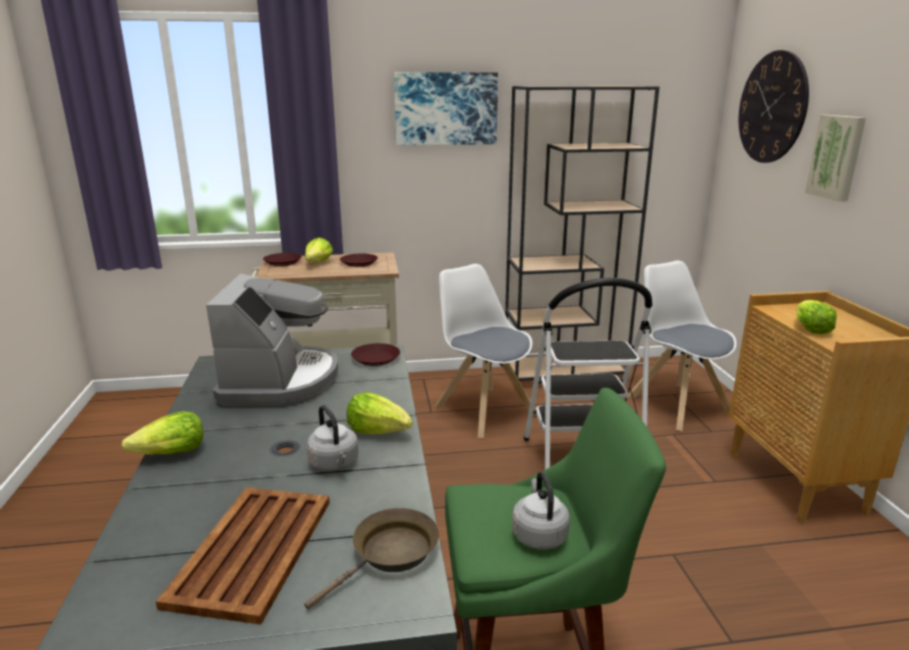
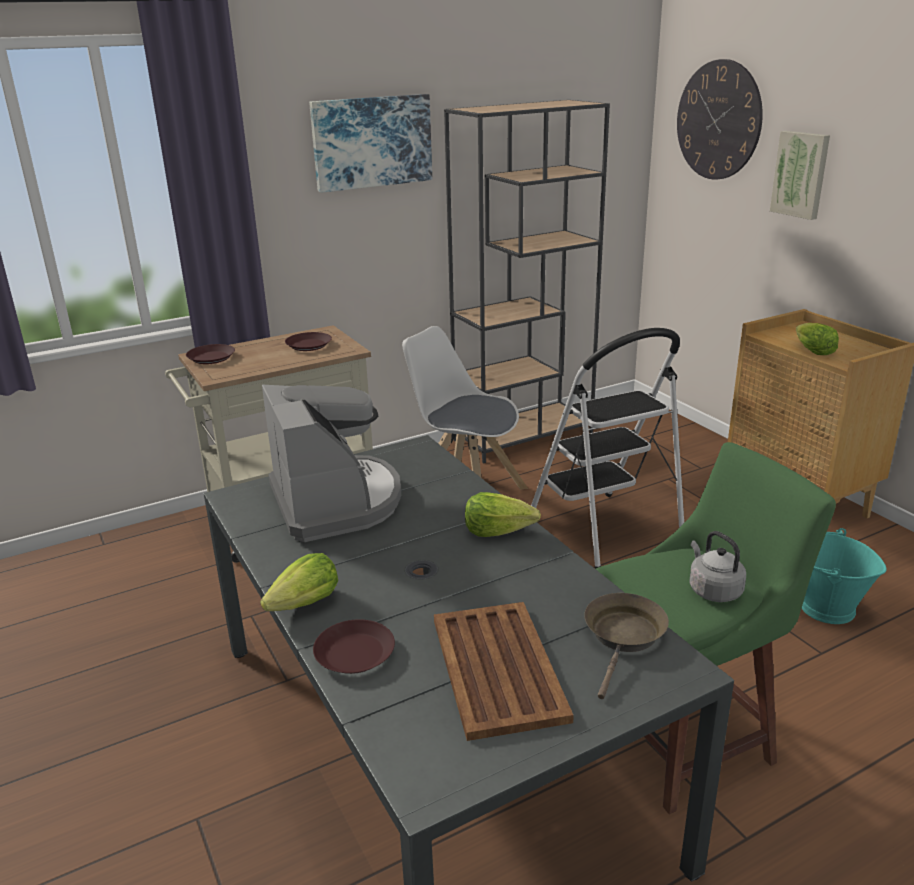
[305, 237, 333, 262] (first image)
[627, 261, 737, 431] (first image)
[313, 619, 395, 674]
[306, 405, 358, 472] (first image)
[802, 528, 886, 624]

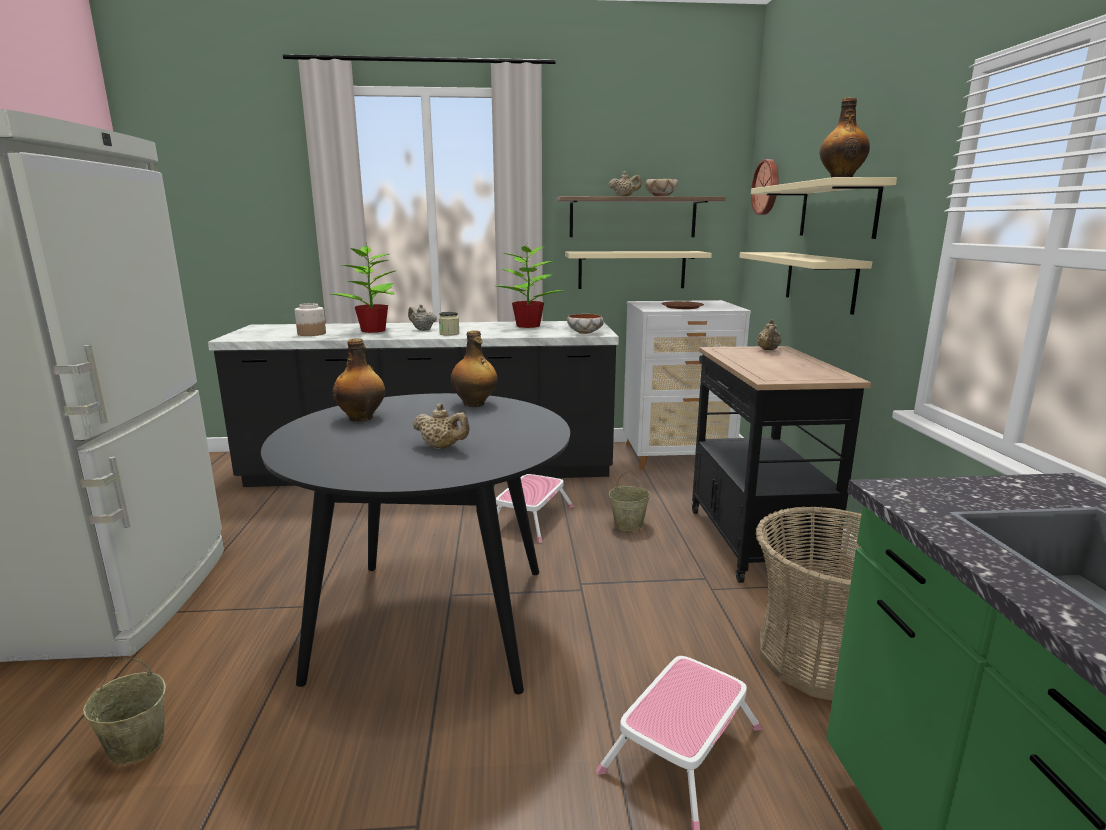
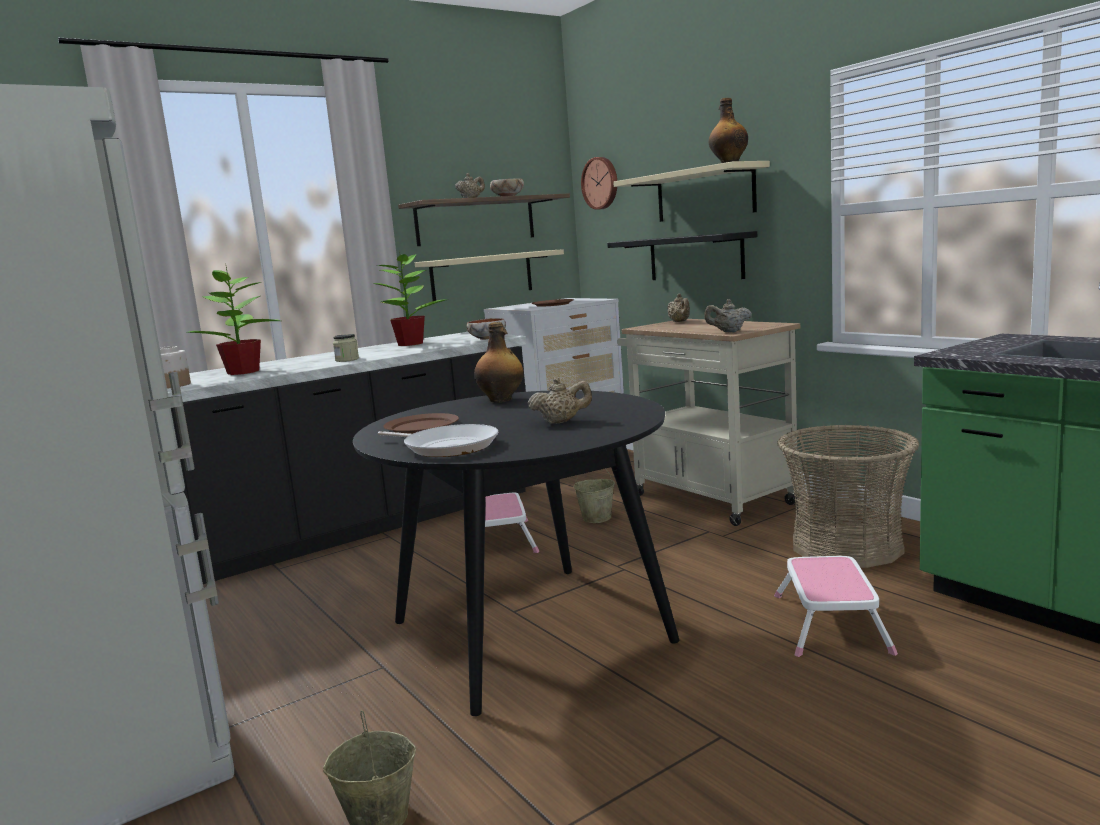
[607, 231, 757, 280]
[704, 299, 752, 333]
[383, 413, 459, 434]
[617, 319, 800, 526]
[378, 424, 498, 457]

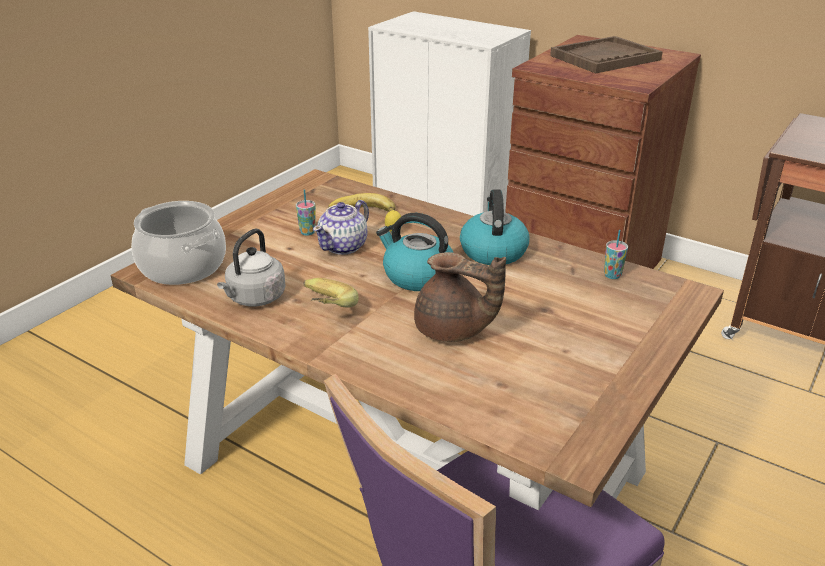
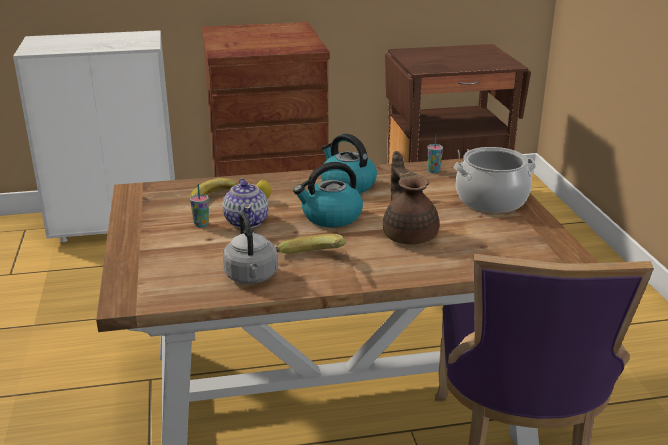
[550, 36, 663, 73] (first image)
[454, 147, 536, 213]
[383, 151, 439, 245]

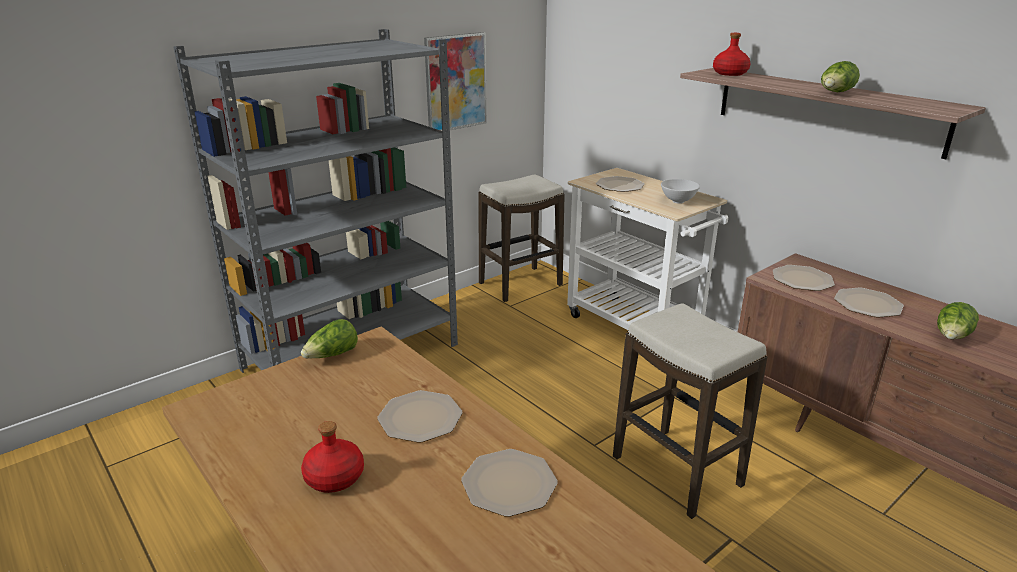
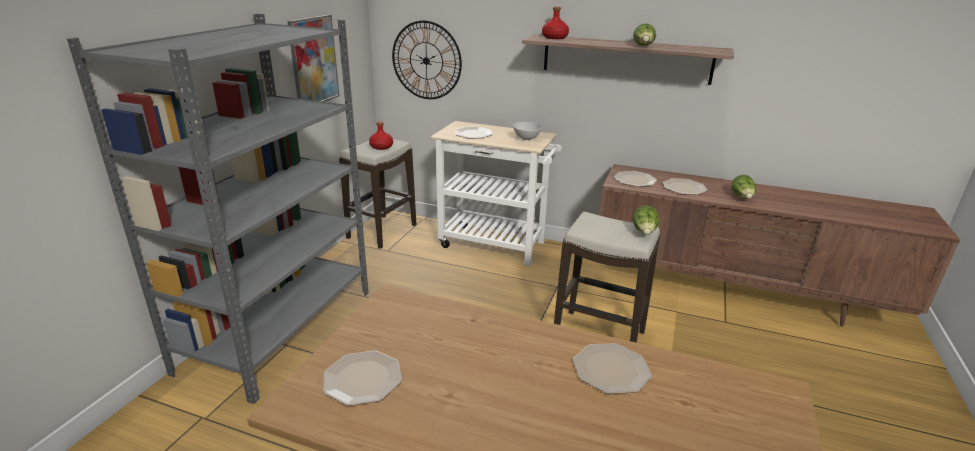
[633, 205, 659, 235]
[323, 351, 402, 406]
[369, 122, 393, 150]
[392, 21, 462, 99]

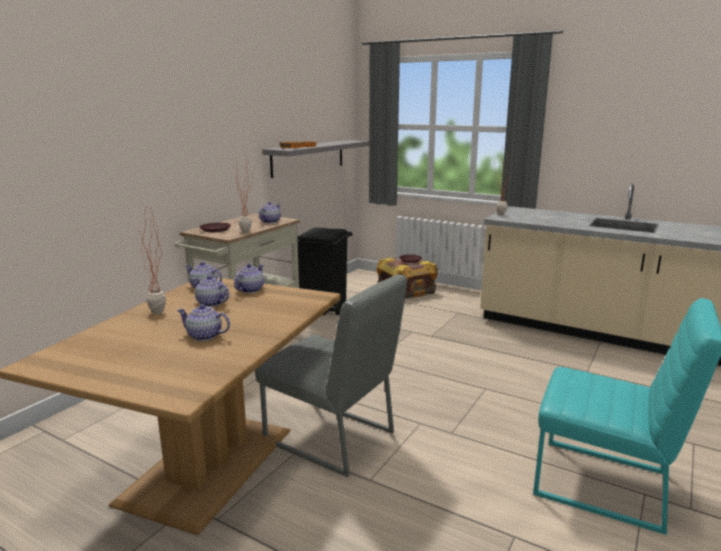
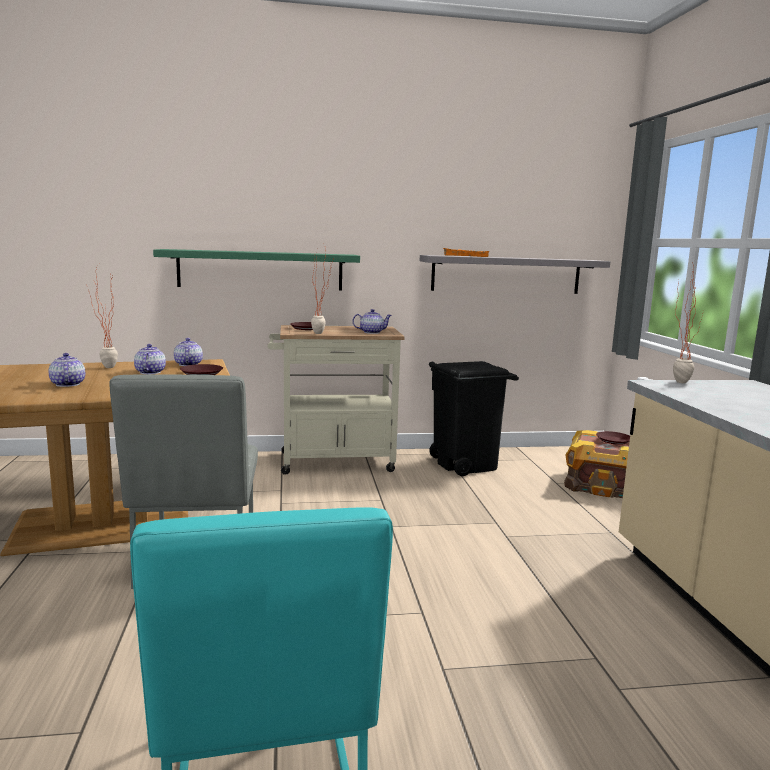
[180, 364, 223, 375]
[153, 249, 360, 290]

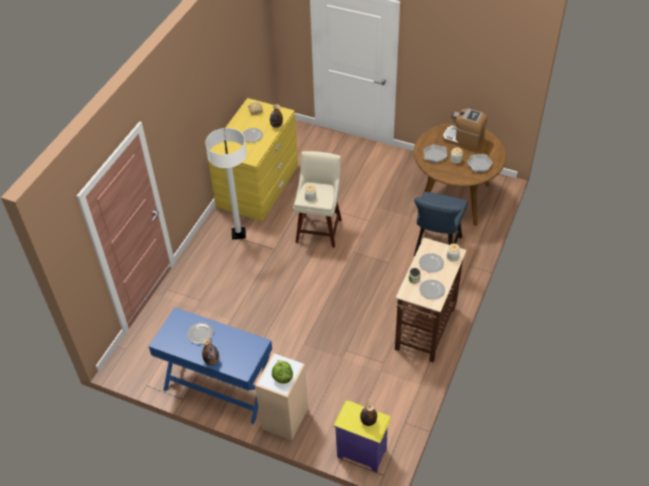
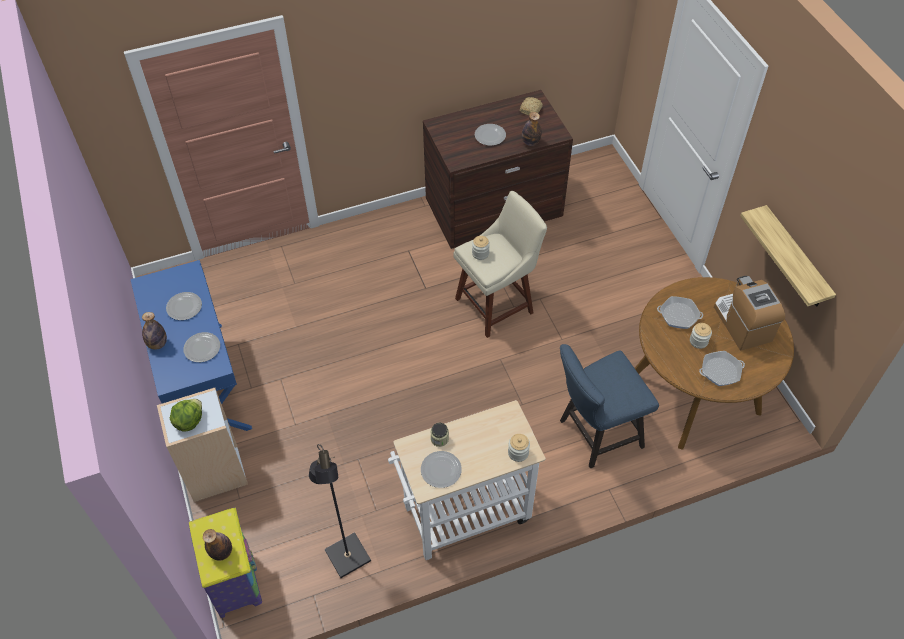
[423, 90, 573, 249]
[205, 128, 247, 239] (first image)
[388, 400, 545, 560]
[183, 332, 220, 362]
[740, 205, 836, 307]
[309, 444, 371, 578]

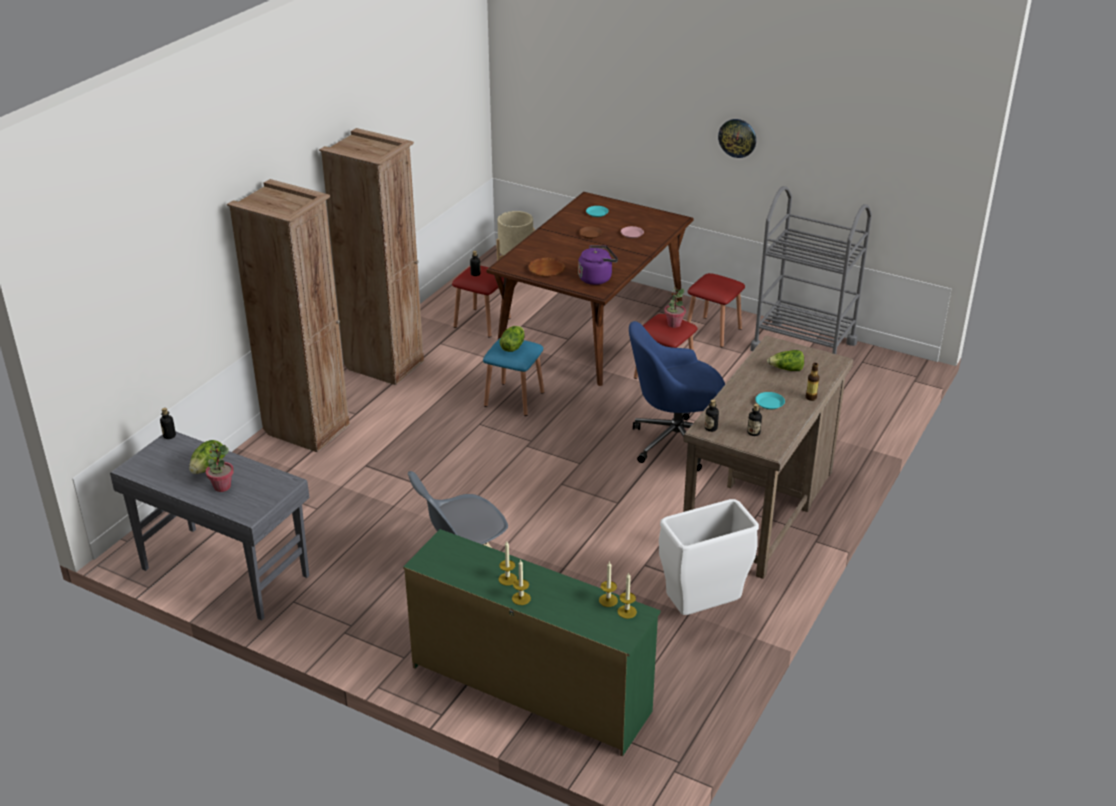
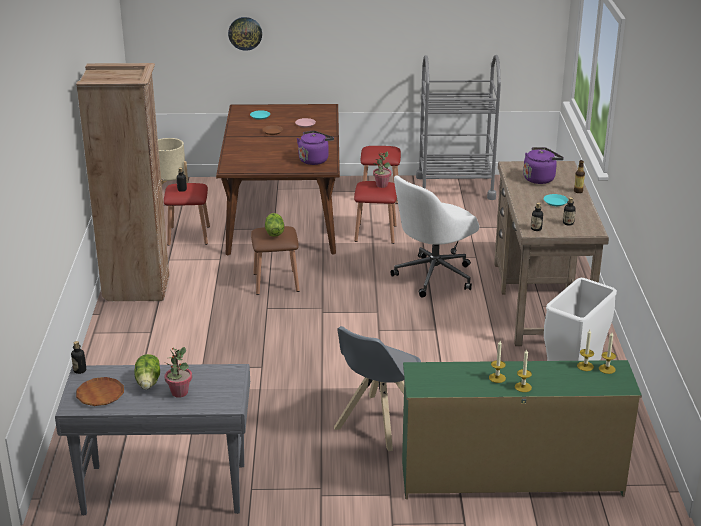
[228, 17, 262, 51]
[227, 179, 350, 452] (first image)
[76, 377, 124, 406]
[391, 175, 479, 298]
[251, 226, 300, 295]
[523, 147, 564, 184]

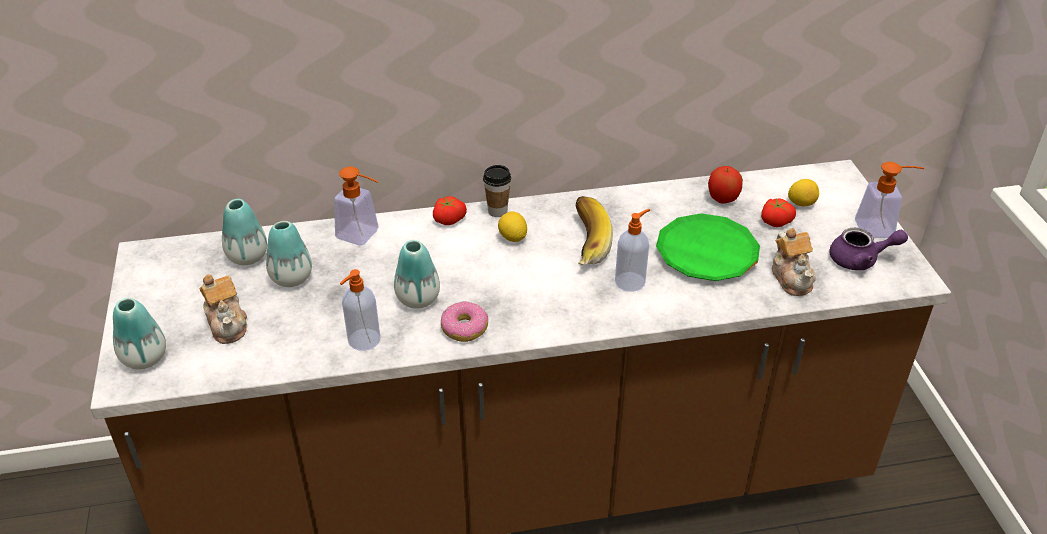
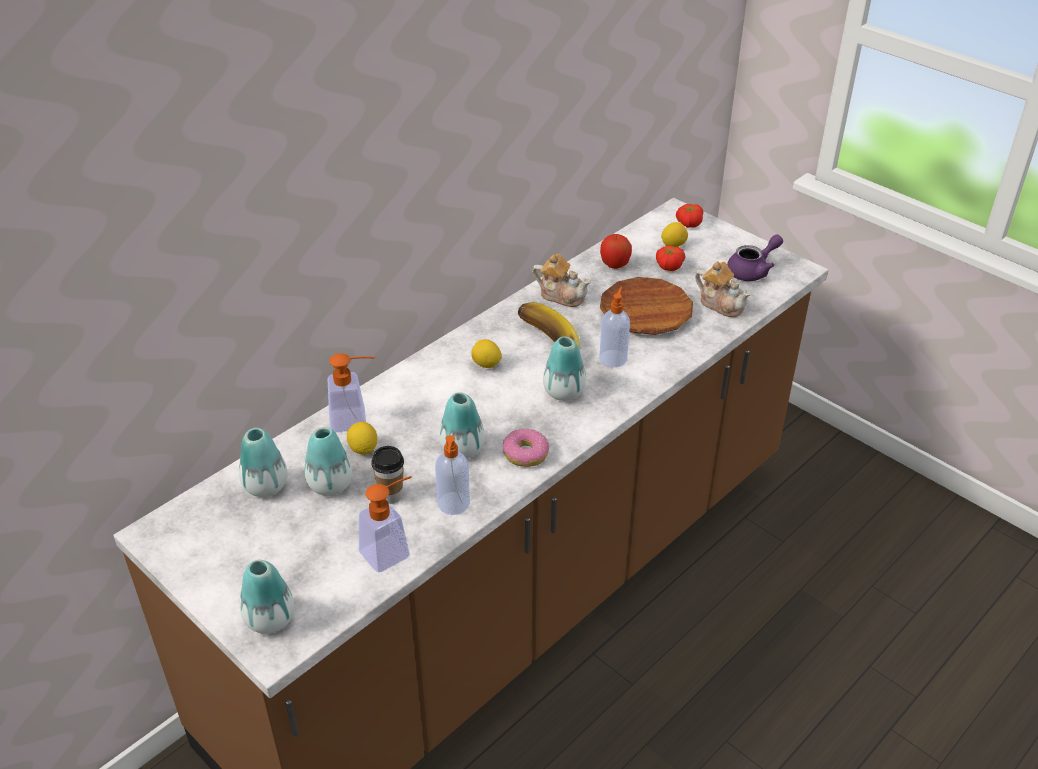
[359, 476, 412, 573]
[371, 446, 404, 504]
[676, 204, 703, 228]
[600, 277, 693, 335]
[532, 254, 590, 307]
[543, 336, 586, 401]
[347, 422, 377, 455]

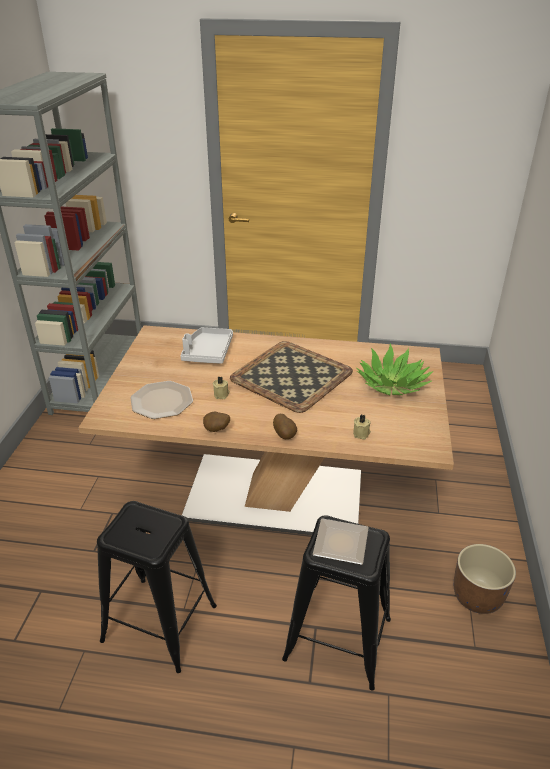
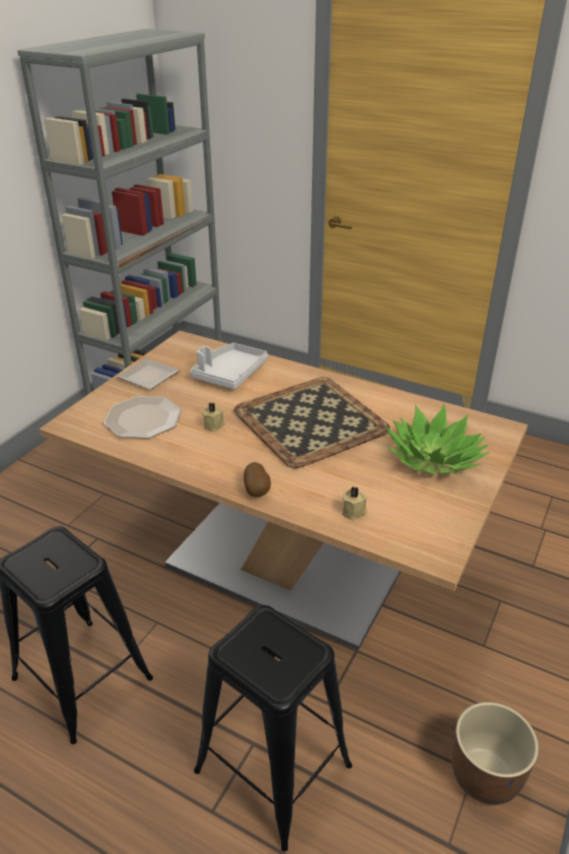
[203, 412, 230, 432] (first image)
[117, 358, 180, 390]

